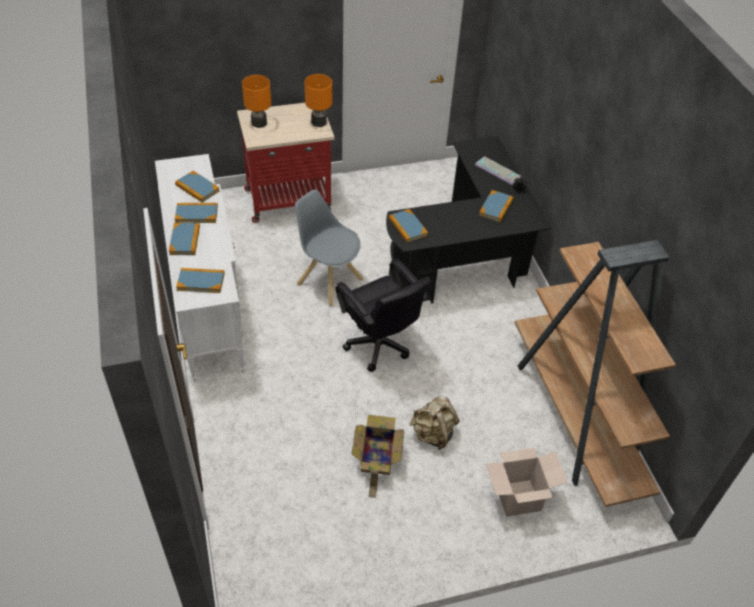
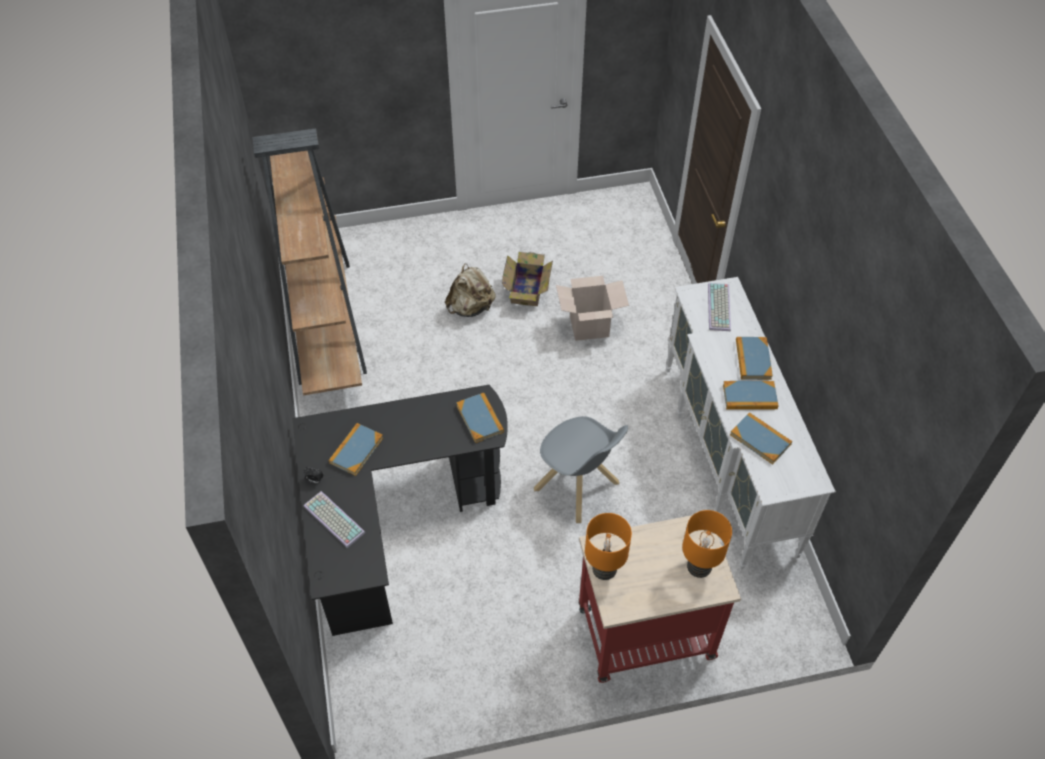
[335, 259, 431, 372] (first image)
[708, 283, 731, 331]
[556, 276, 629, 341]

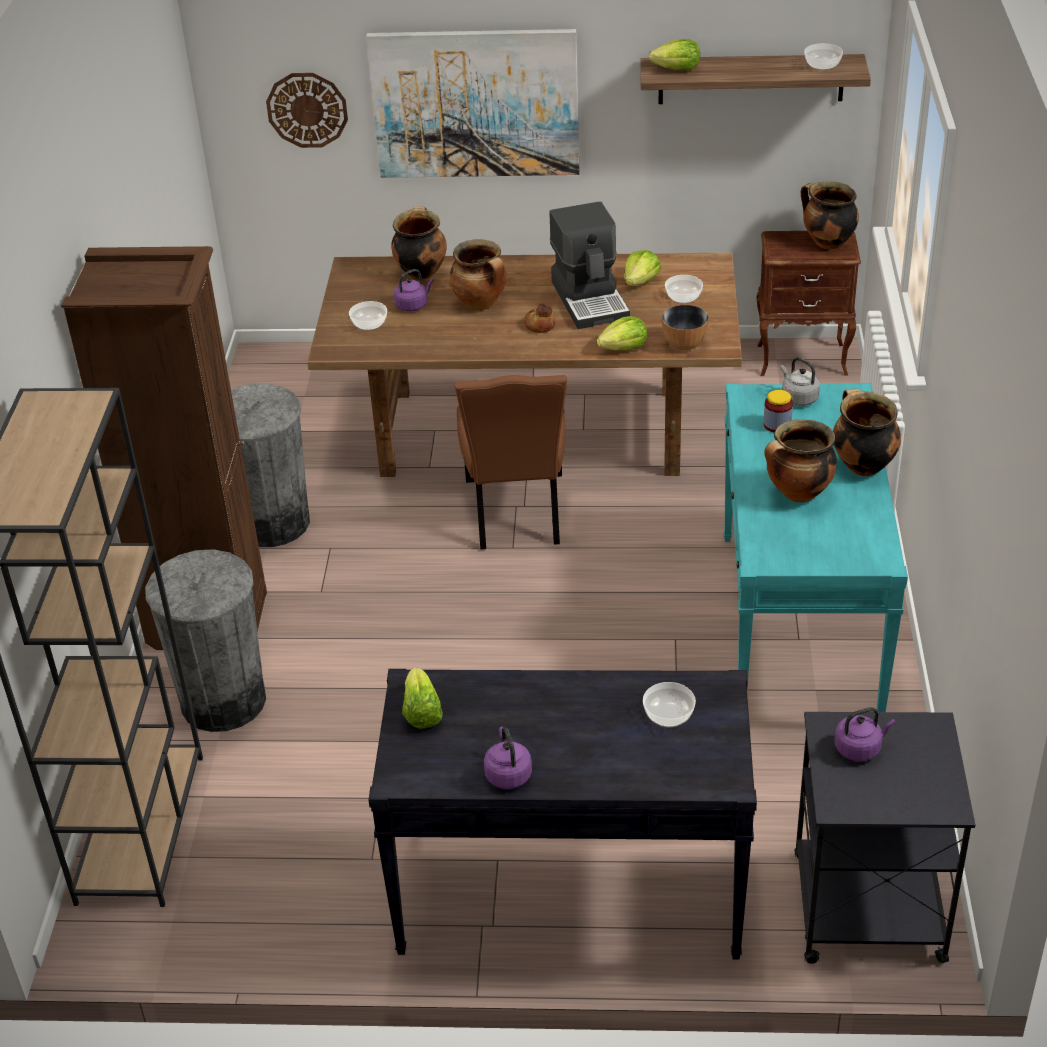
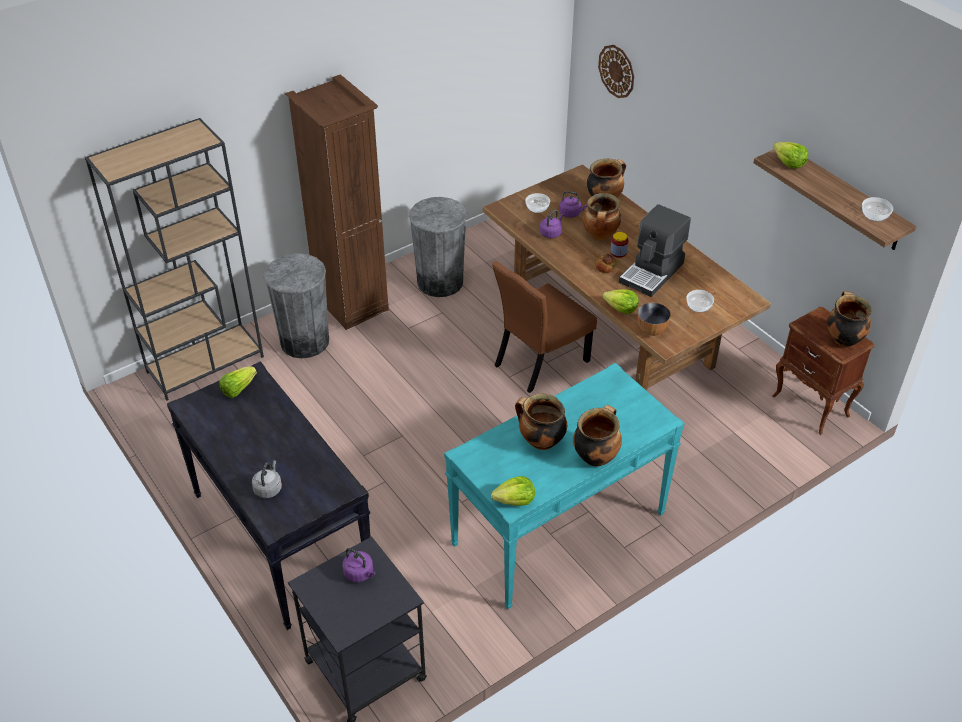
[366, 29, 579, 178] (first image)
[491, 476, 535, 506]
[252, 460, 282, 498]
[610, 232, 628, 258]
[643, 682, 696, 727] (first image)
[540, 210, 563, 238]

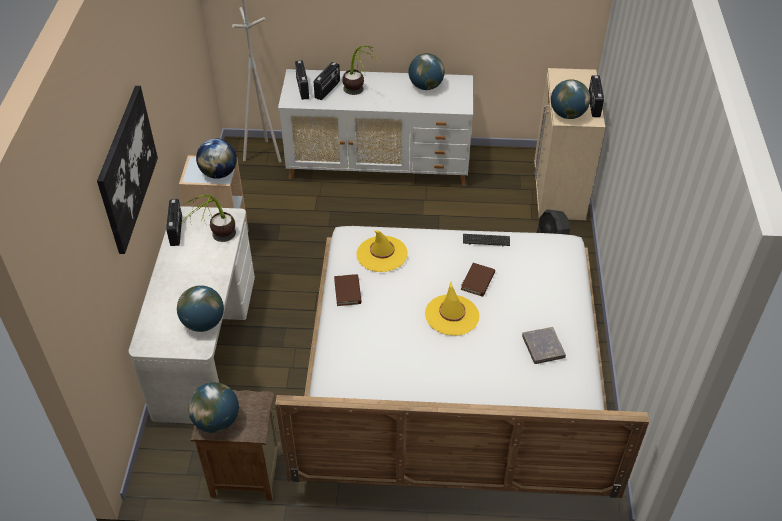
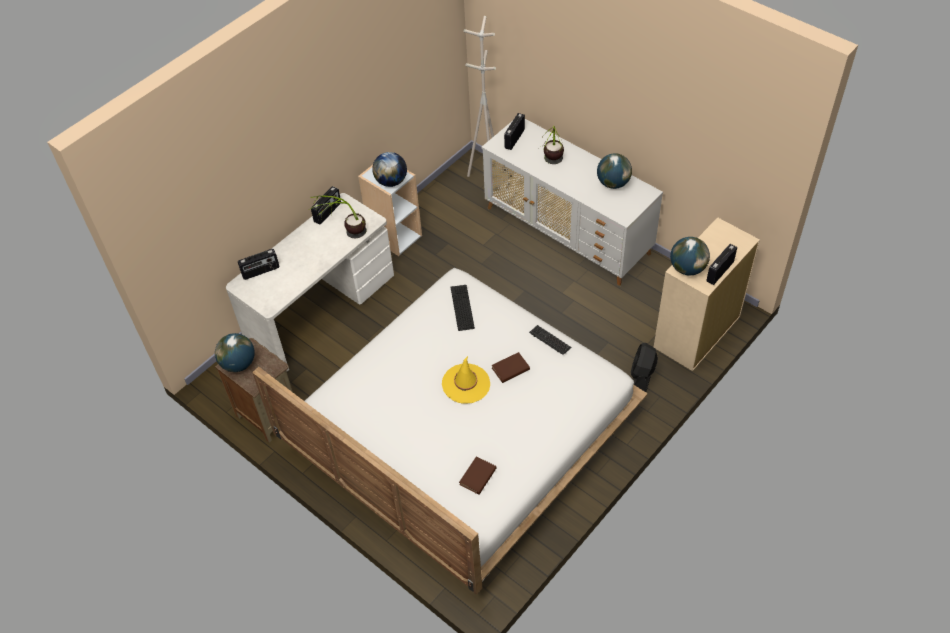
[238, 249, 279, 280]
[97, 86, 158, 254] (first image)
[451, 285, 475, 331]
[459, 456, 497, 495]
[177, 285, 224, 332] (first image)
[522, 327, 566, 364] (first image)

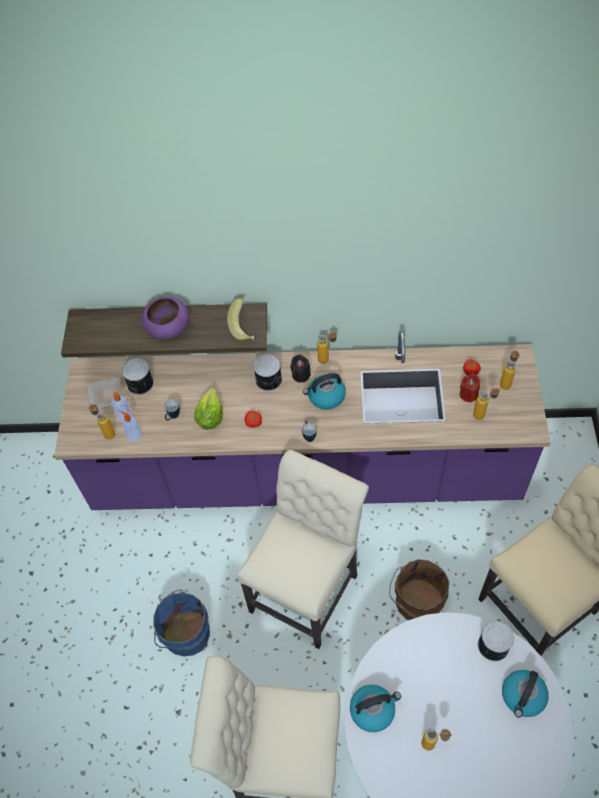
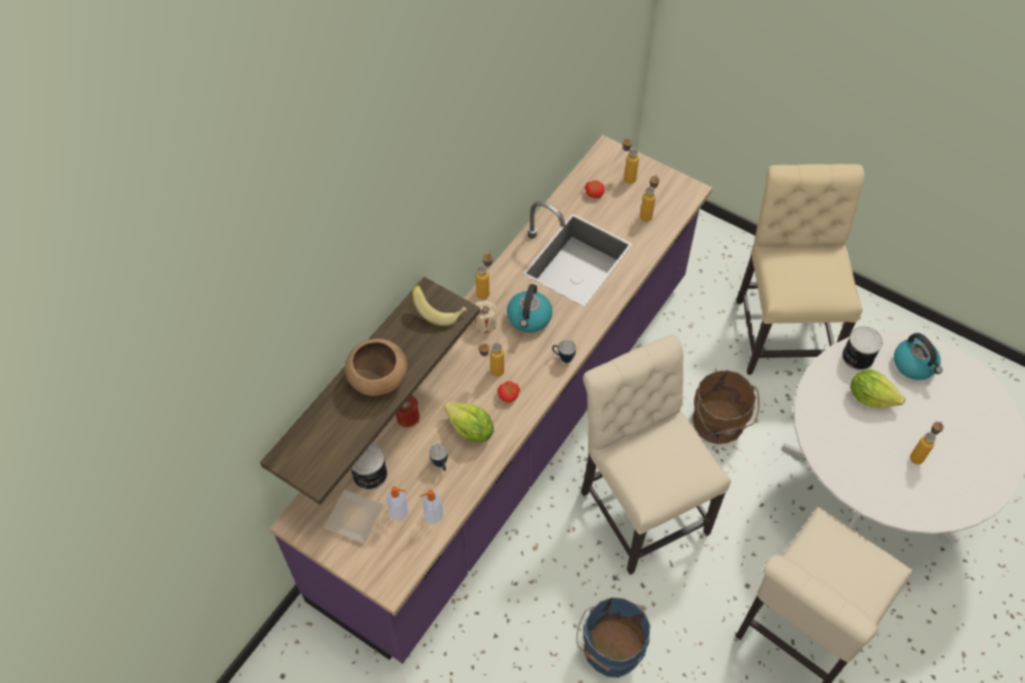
[345, 339, 408, 396]
[253, 354, 282, 391] (first image)
[475, 300, 496, 333]
[396, 395, 420, 427]
[478, 343, 504, 377]
[350, 685, 401, 732] (first image)
[850, 369, 905, 408]

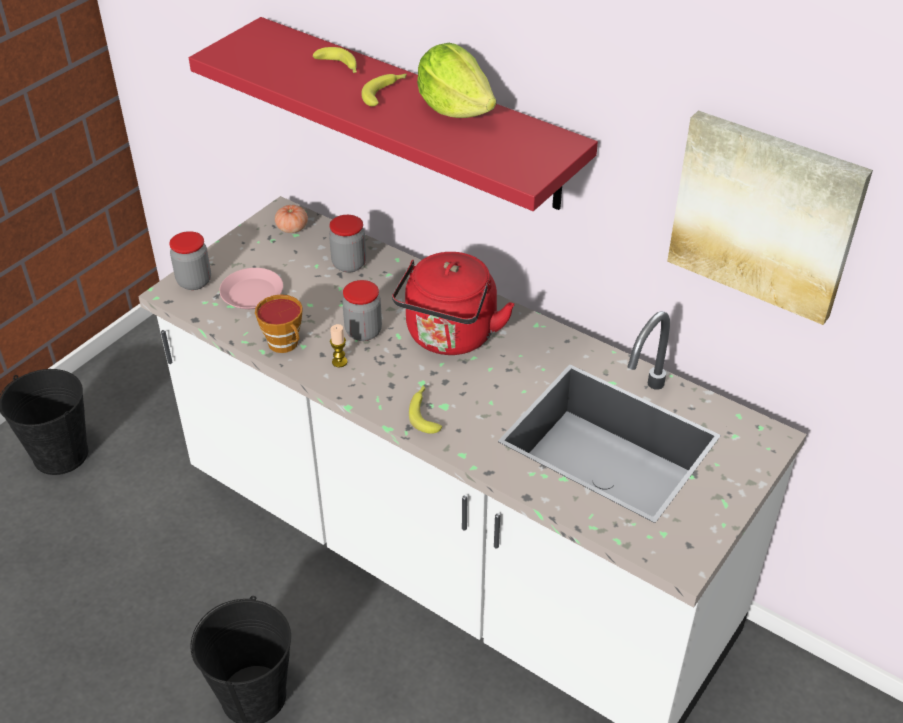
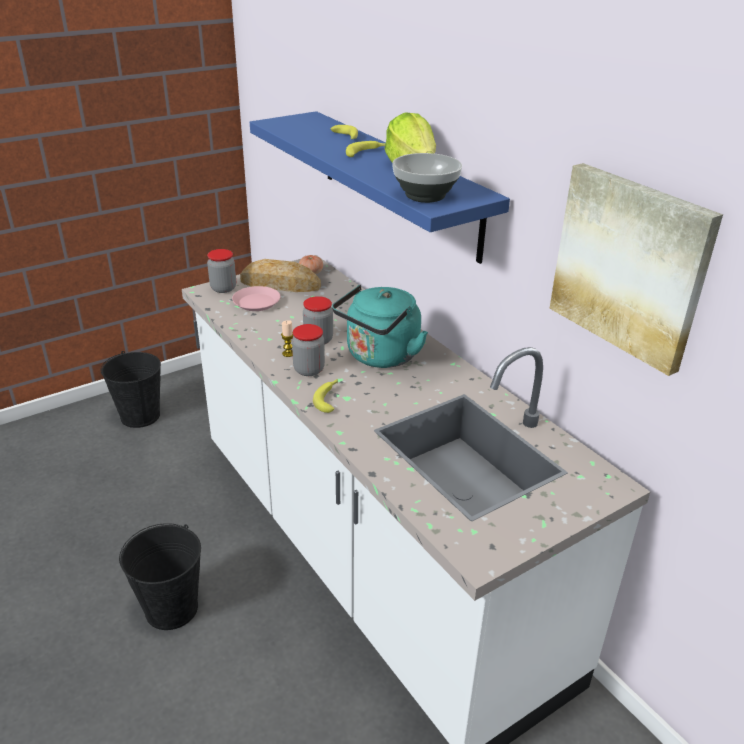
[250, 111, 510, 264]
[292, 324, 325, 376]
[332, 285, 428, 368]
[255, 294, 303, 353] (first image)
[392, 153, 462, 203]
[240, 259, 321, 292]

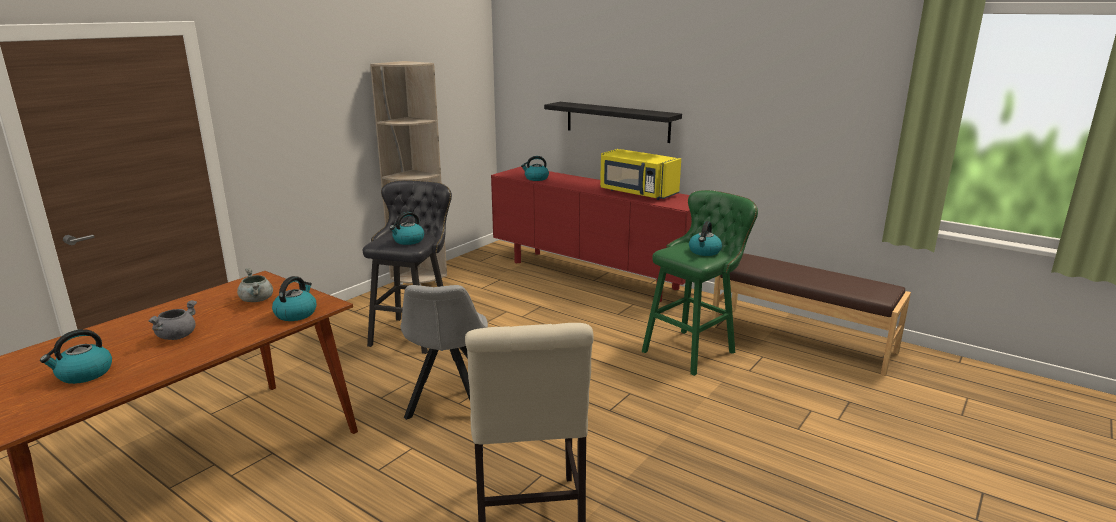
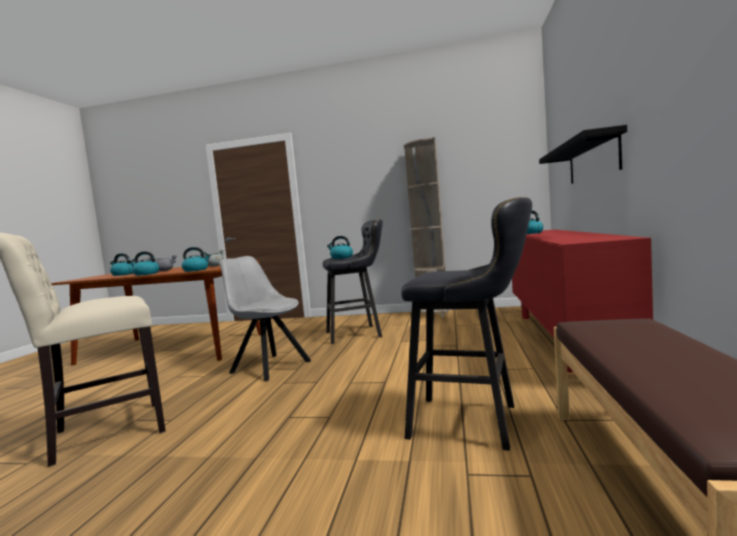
[600, 149, 681, 200] (first image)
[401, 197, 532, 451]
[129, 251, 159, 276]
[219, 256, 311, 381]

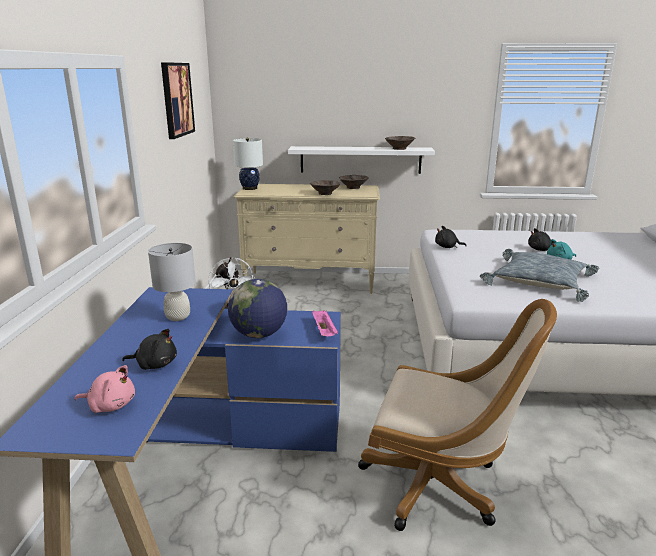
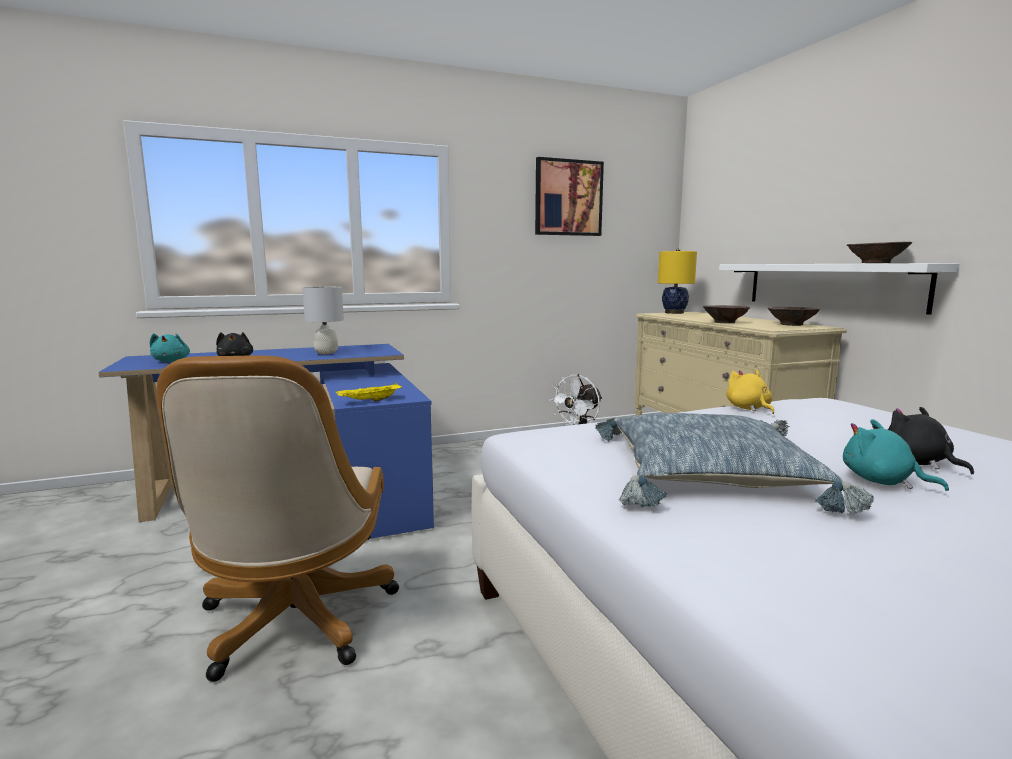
[658, 248, 697, 314]
[726, 369, 774, 414]
[228, 279, 287, 338] (first image)
[336, 383, 402, 402]
[150, 333, 190, 362]

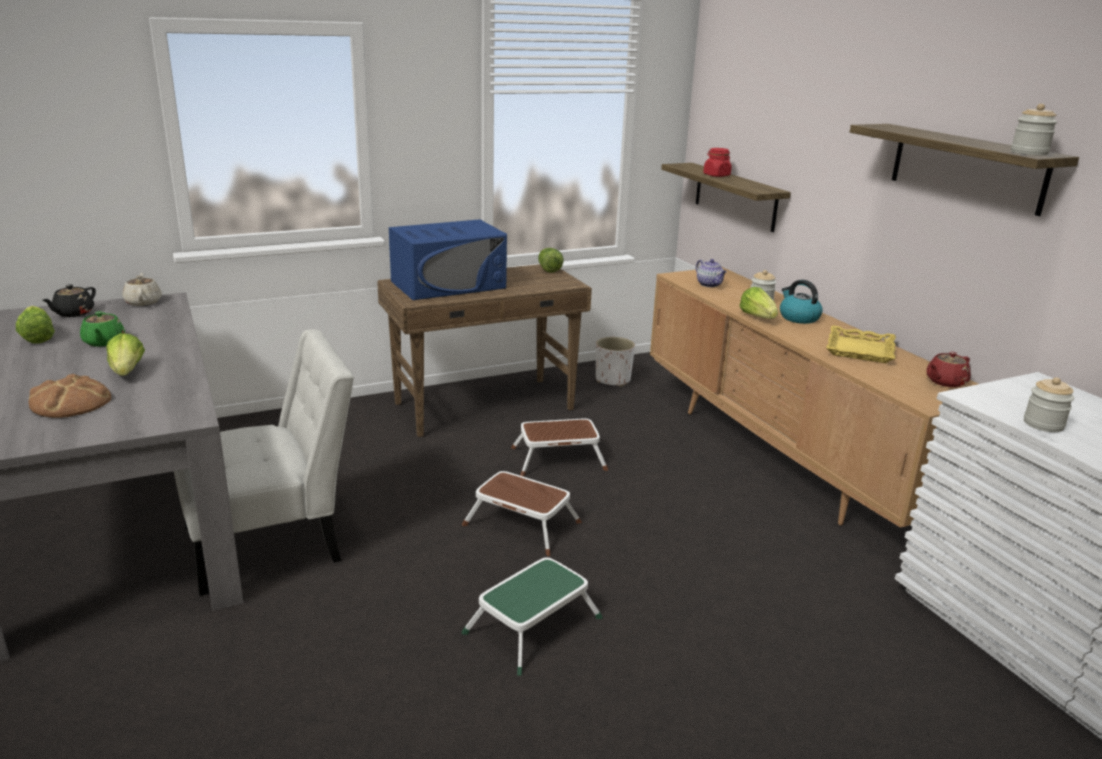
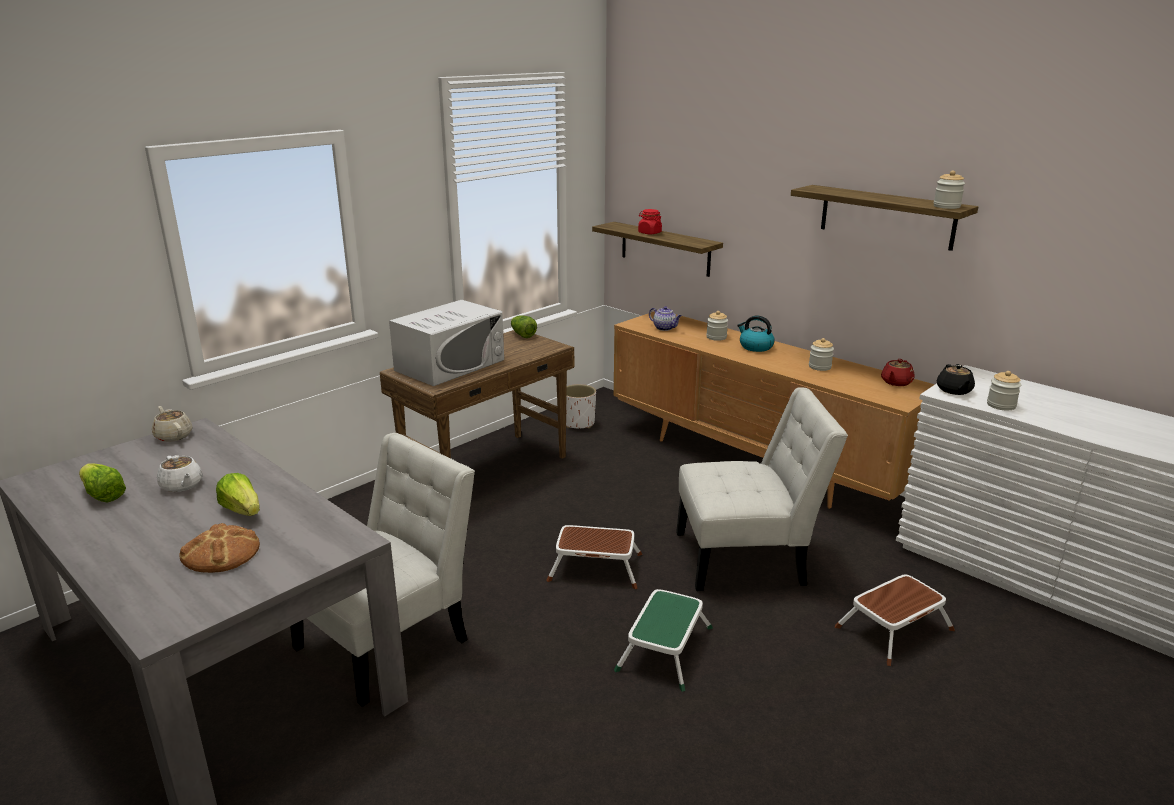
[389, 300, 504, 386]
[937, 364, 975, 395]
[740, 287, 778, 319] (first image)
[157, 455, 202, 492]
[809, 338, 834, 371]
[835, 574, 955, 666]
[676, 387, 848, 591]

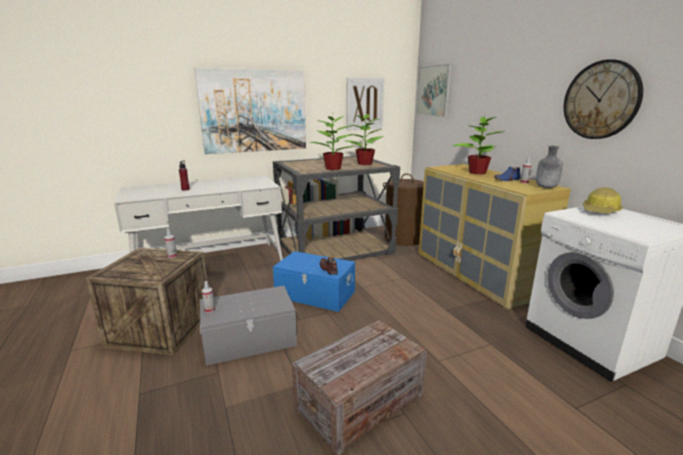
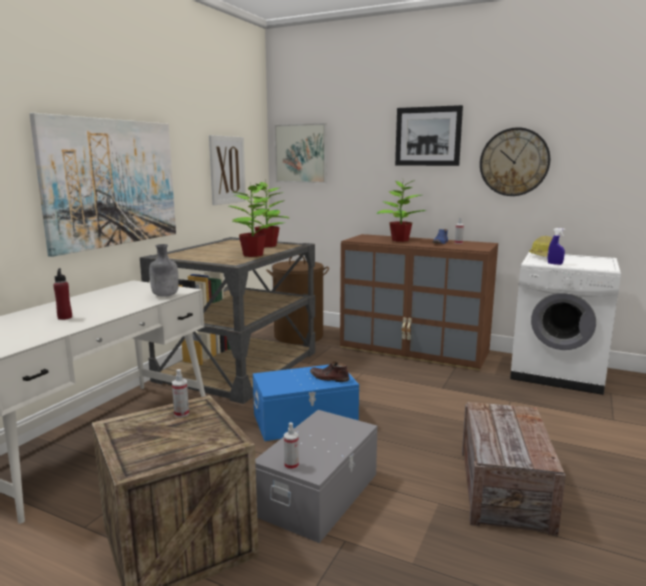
[149, 244, 179, 297]
[340, 234, 498, 370]
[395, 105, 463, 166]
[548, 228, 565, 265]

